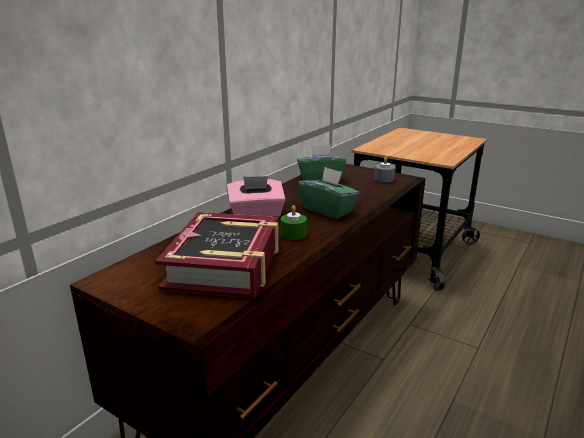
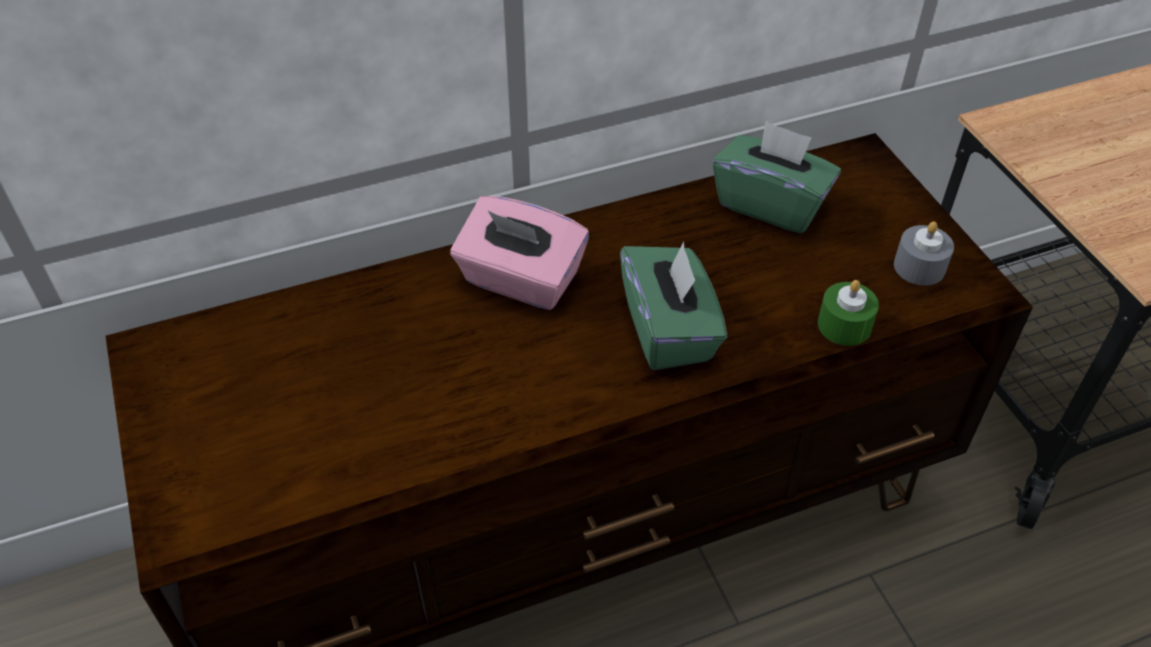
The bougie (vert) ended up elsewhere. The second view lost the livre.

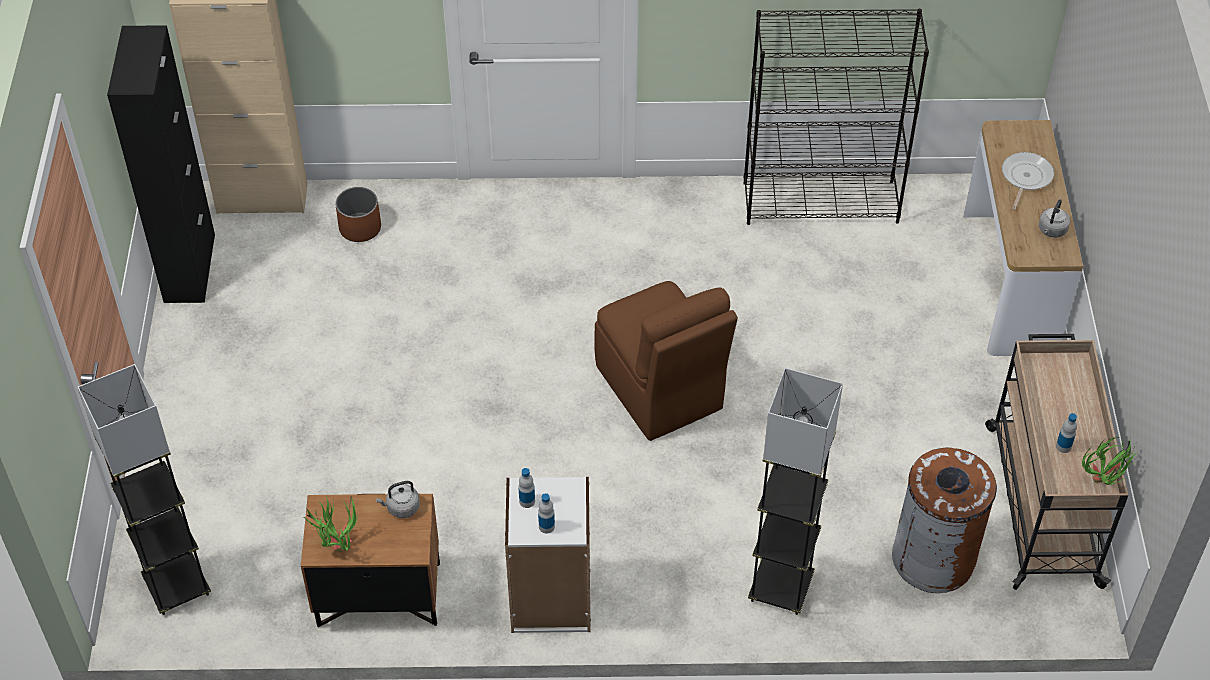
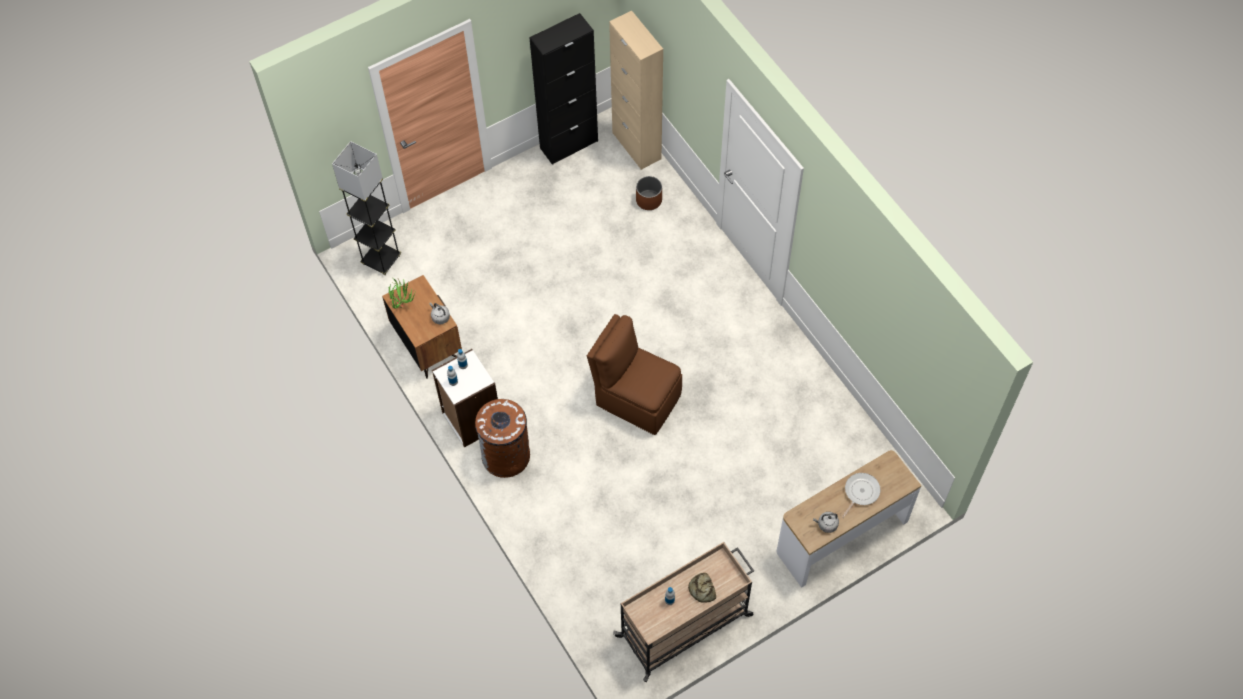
The second view lost the bibliothèque (noir). The poêle ended up facing another way, 45 degrees counterclockwise from before. The chaise (marron) ended up facing another way, 90 degrees clockwise from before. The second view lost the lampadaire (gris) (2nd from left). The second view lost the plante en pot (2nd from left). The poubelle (marron) ended up elsewhere. The second view gained the pain.

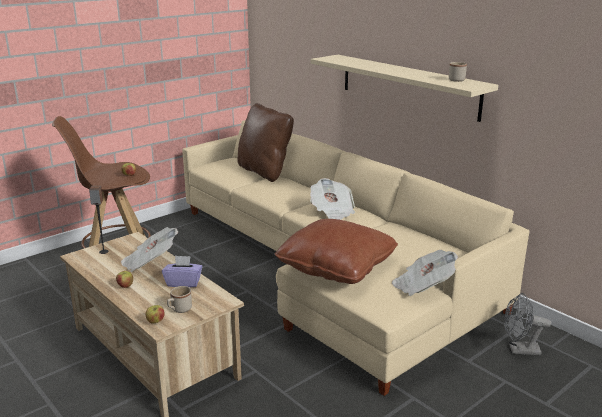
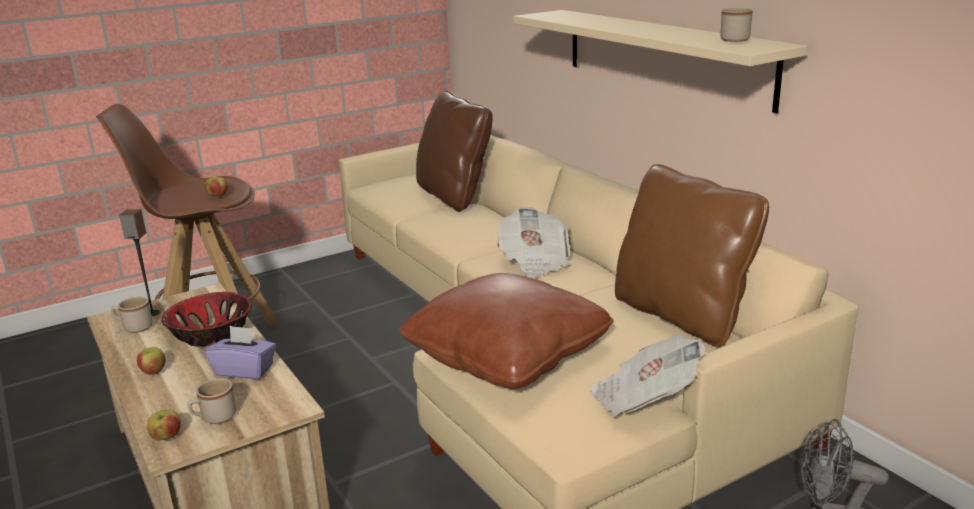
Where the journal (1st from left) stood, the bol came to stand. The second view gained the coussin (marron) (3rd from left). The second view gained the mug (beige) (1st from left).

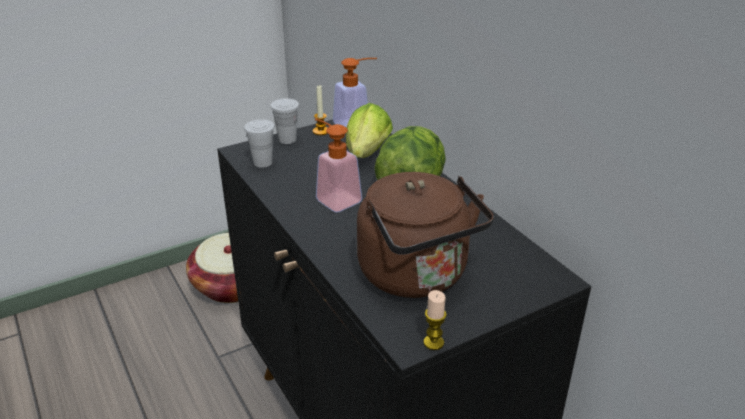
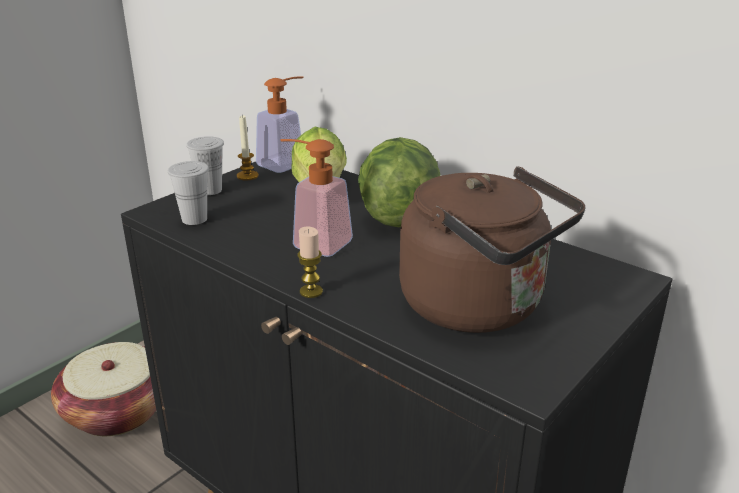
The bougie (2nd from left) ended up elsewhere.

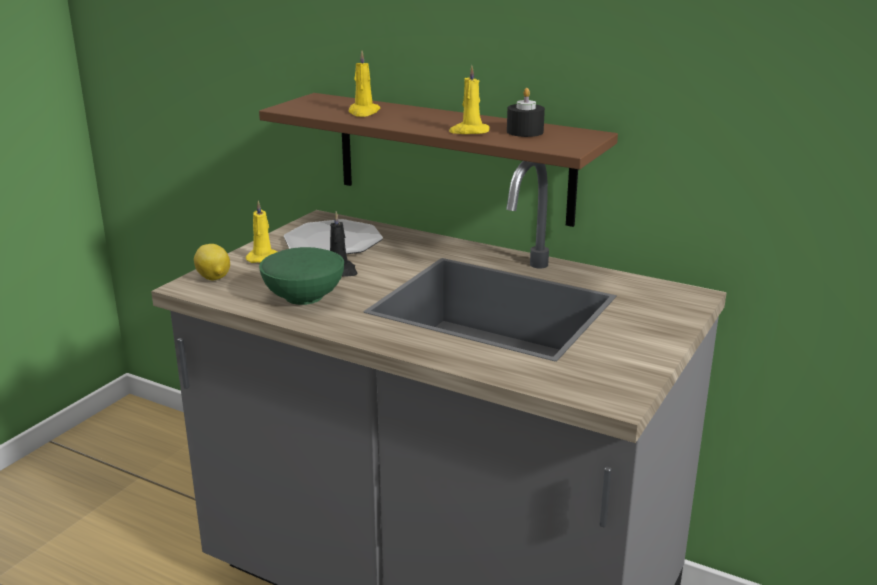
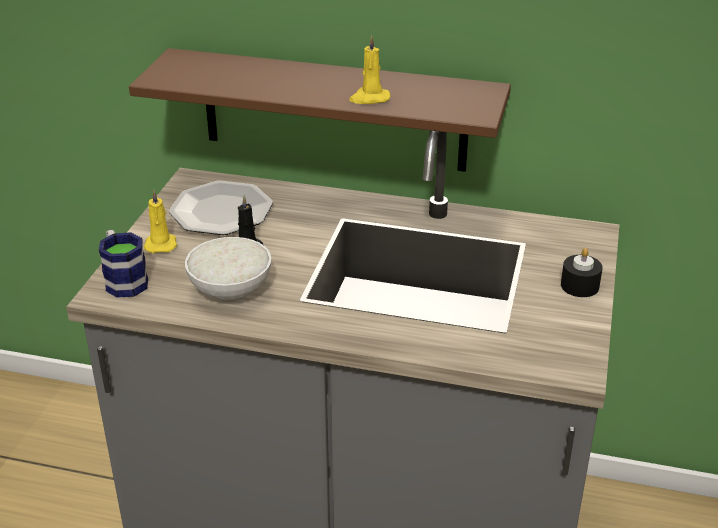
The second view lost the bougie (jaune) (2nd from left). The bougie (noir) (2nd from left) ended up elsewhere. Where the citron stood, the mug came to stand. What was the bol (vert) turned into the bol (blanc).

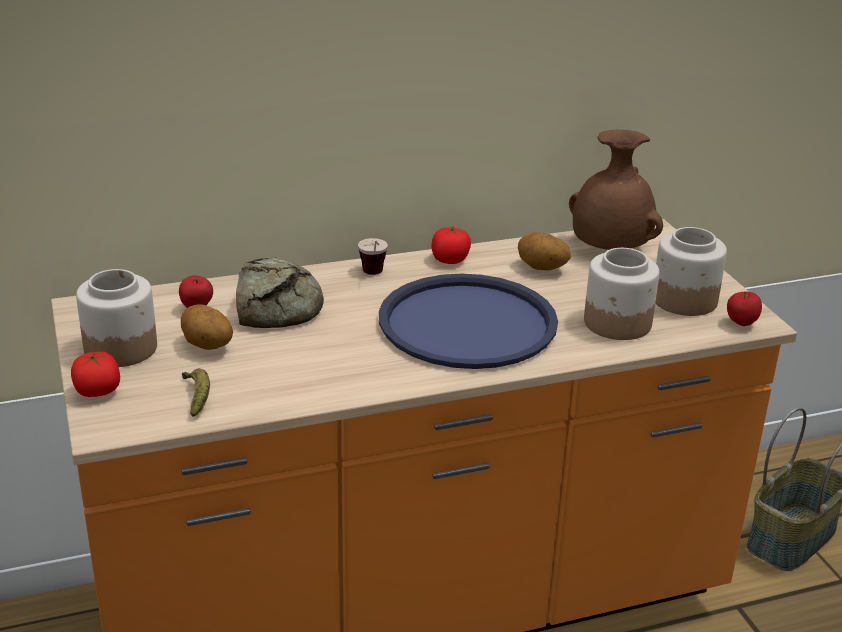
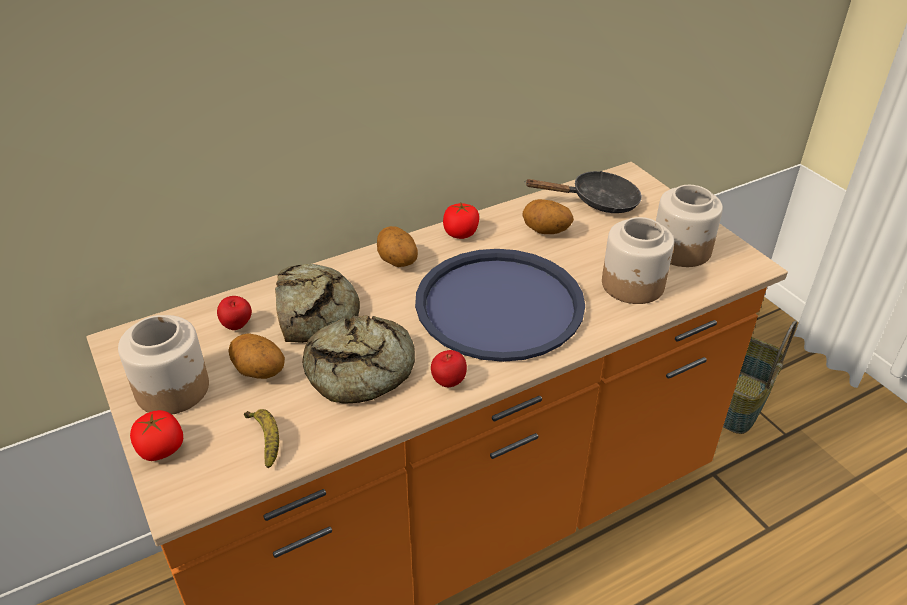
Where the vase (marron) stood, the poêle (noir) came to stand. Where the tasse stood, the pomme de terre (2nd from left) came to stand. The pomme (2nd from left) ended up elsewhere. The second view gained the pain (2nd from left).

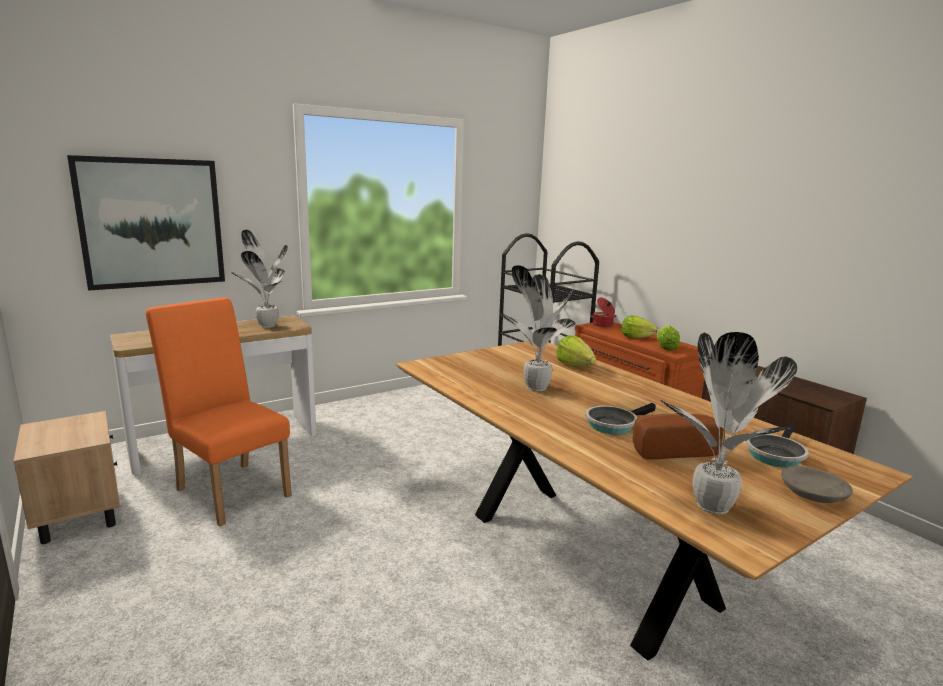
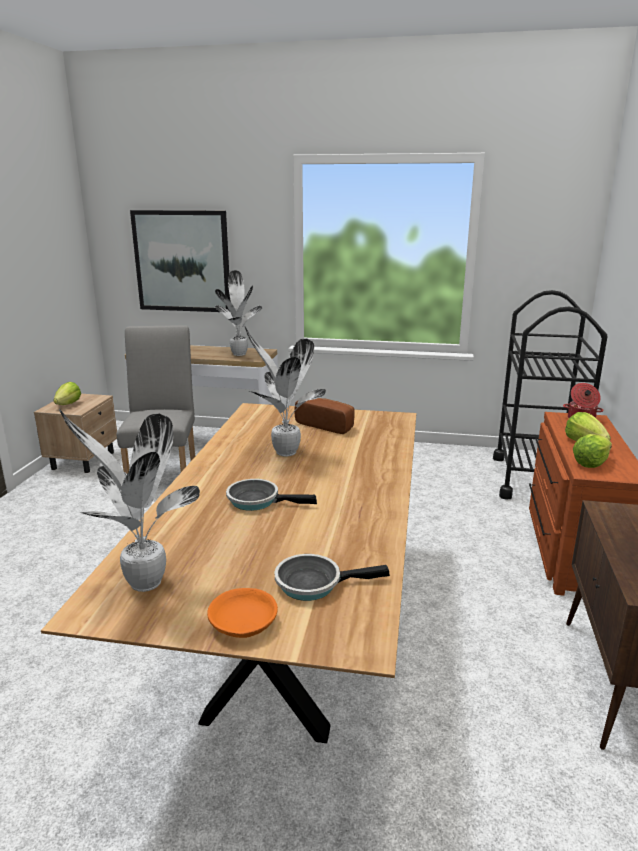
What was the chaise (orange) turned into the chaise (gris). The laitue (1st from left) ended up elsewhere. The pain ended up elsewhere. What was the bol (gris) turned into the bol (orange).

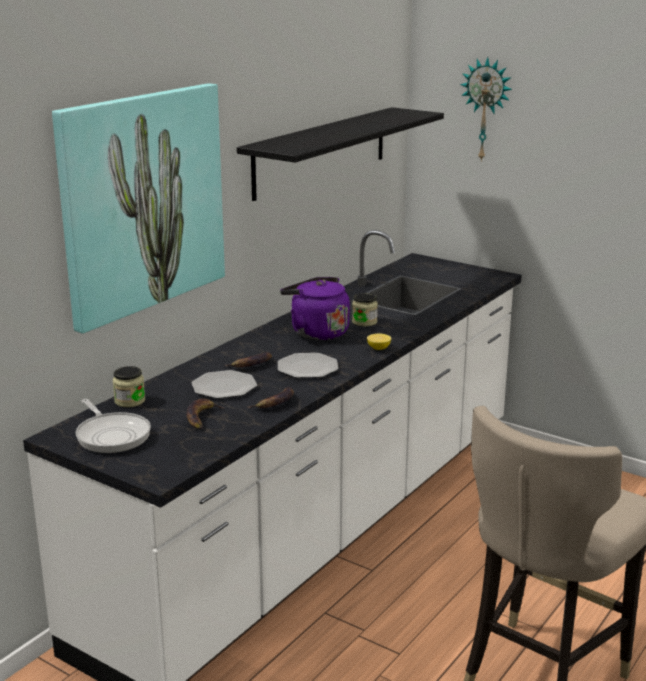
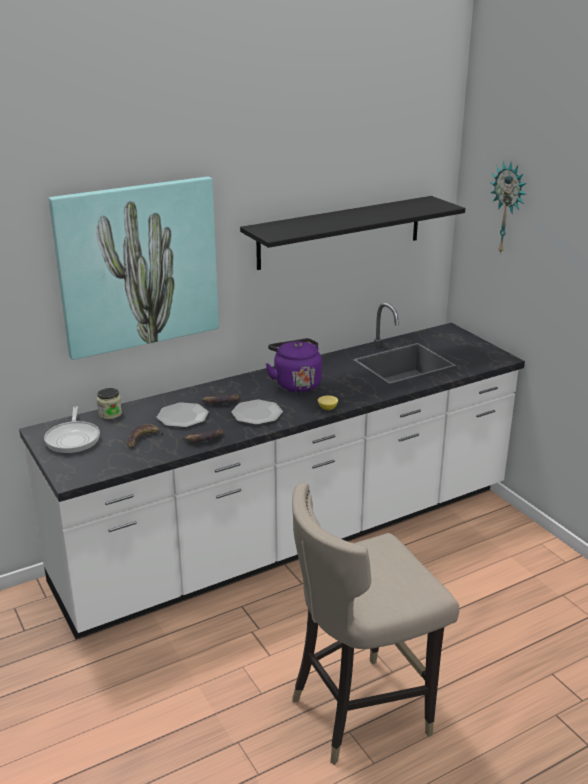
The second view lost the bocal (2nd from left).

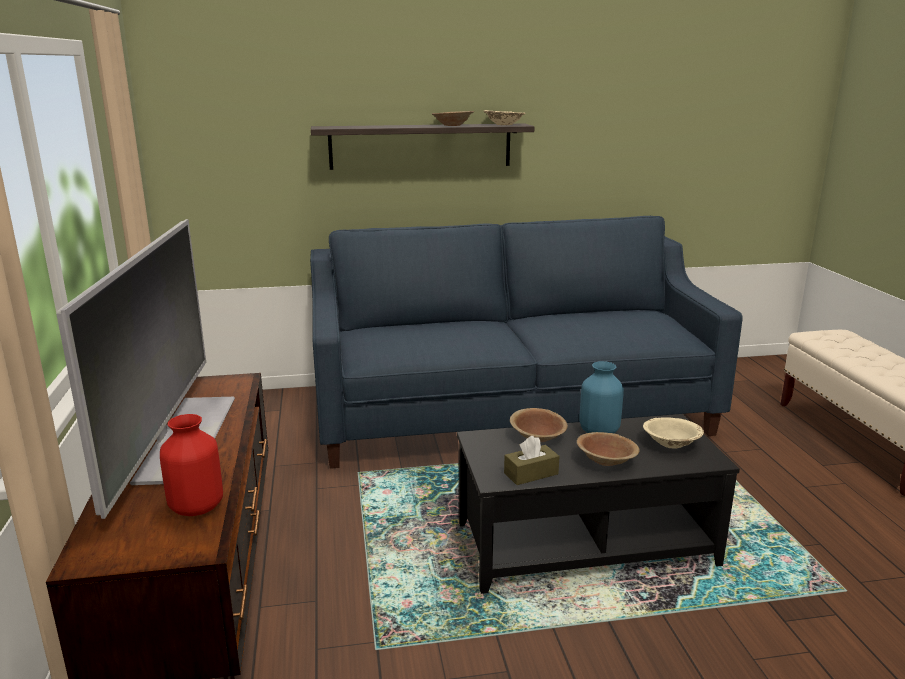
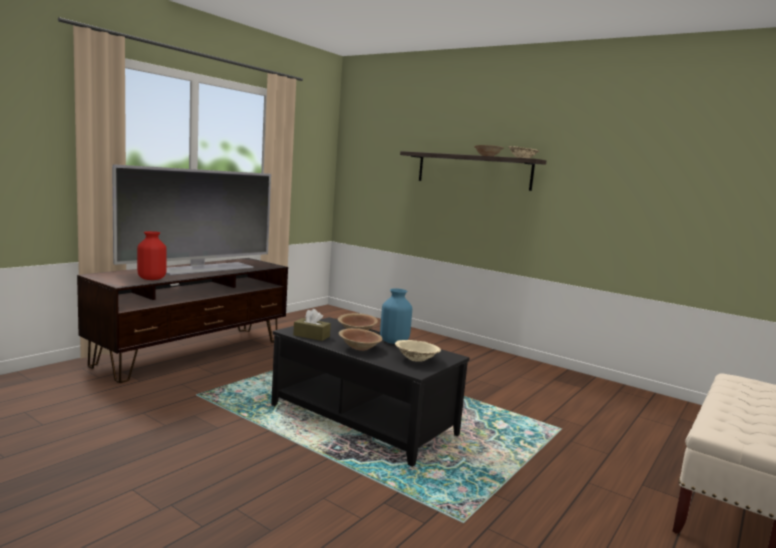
The second view lost the canapé (bleu).

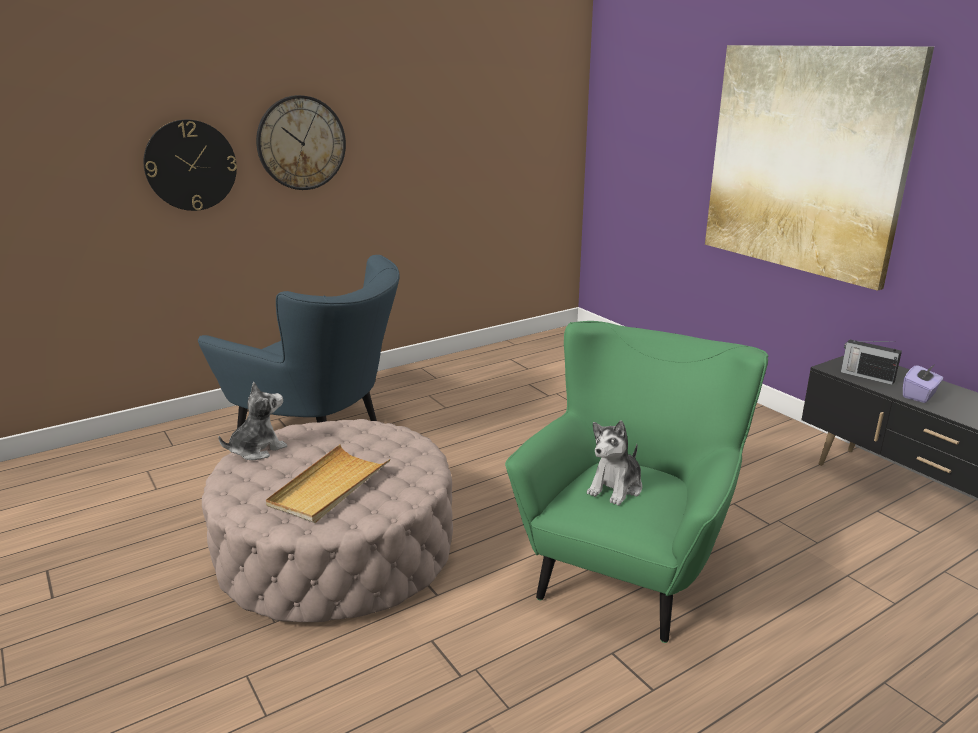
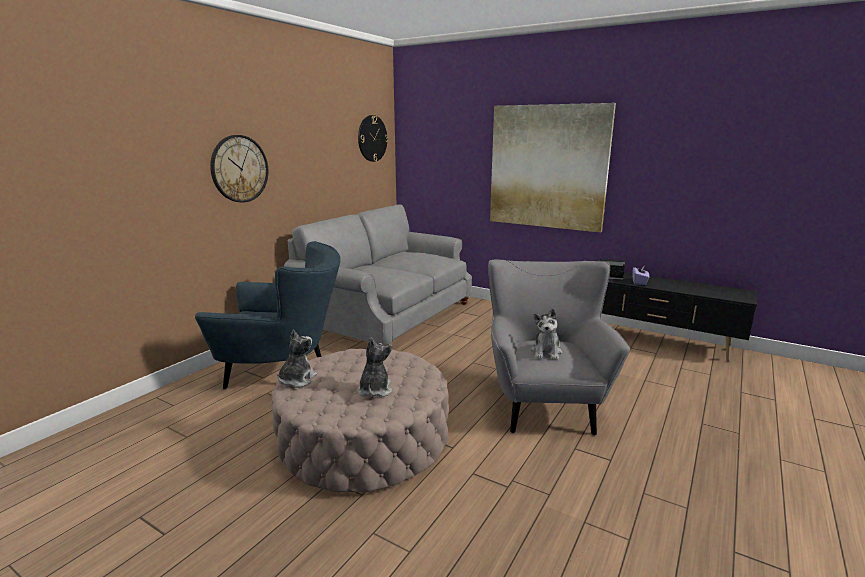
The horloge murale (1st from left in the first image) ended up elsewhere. What was the fauteuil (vert) turned into the fauteuil (gris). Where the plateau (beige) stood, the peluche (2nd from left) came to stand. The second view gained the canapé (gris).

